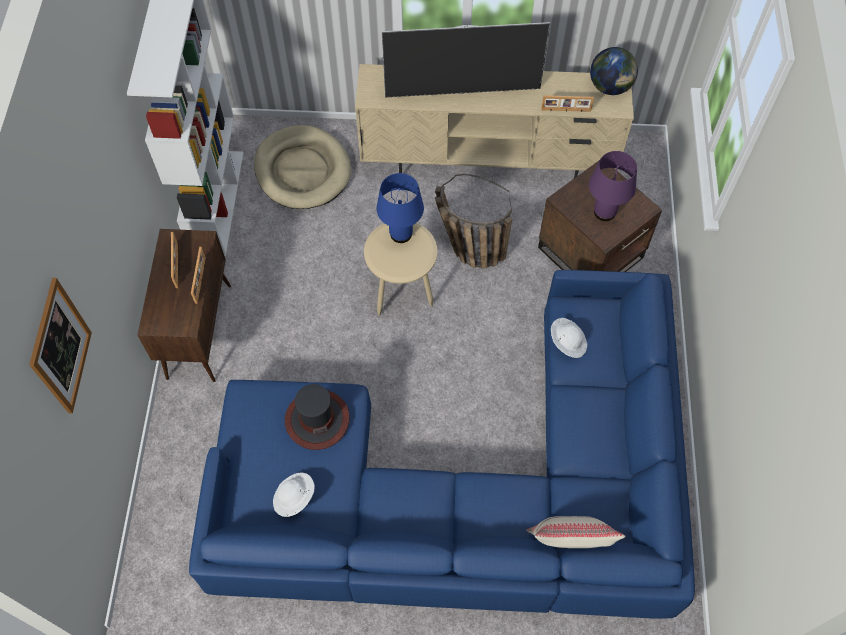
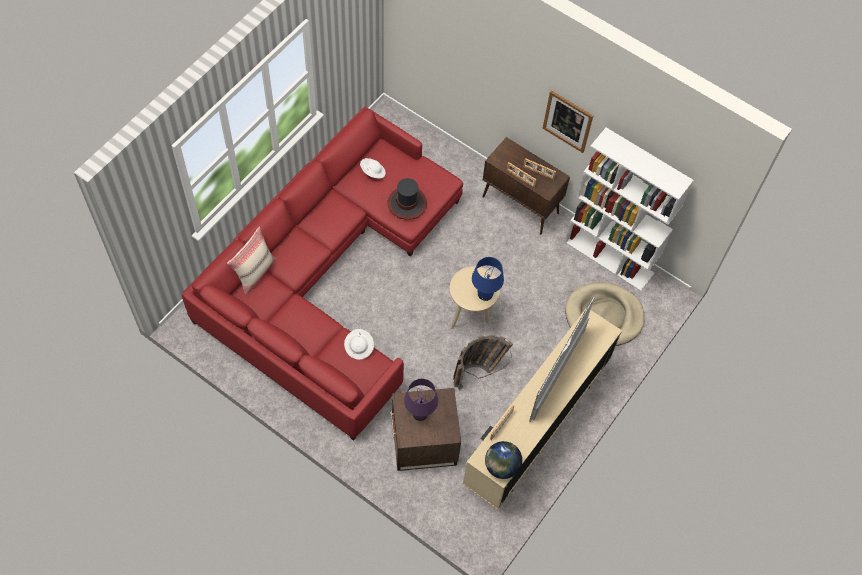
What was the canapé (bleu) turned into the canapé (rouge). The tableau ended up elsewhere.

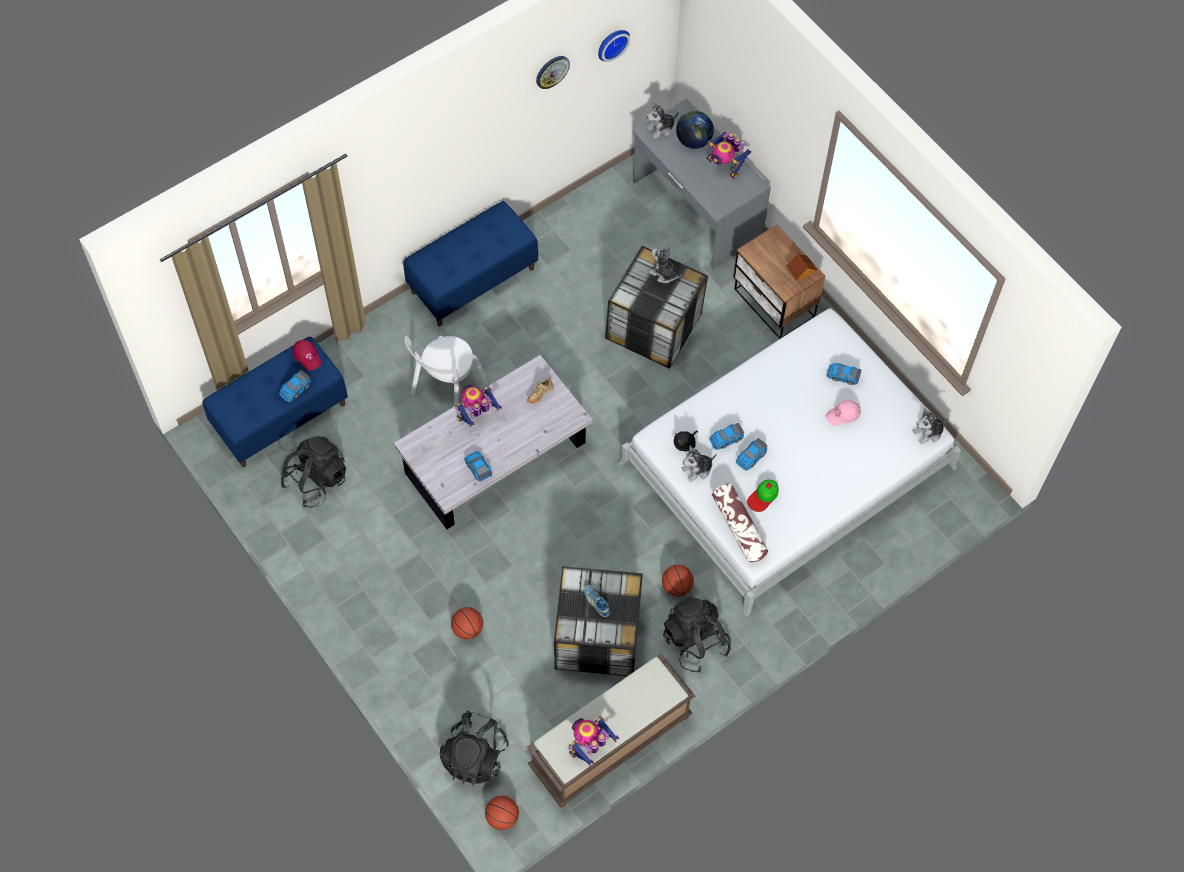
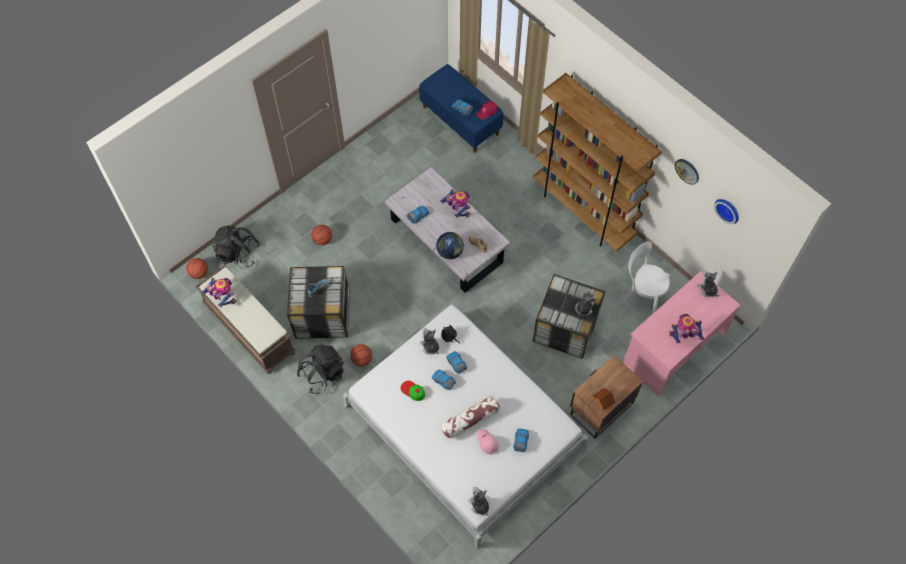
What was the bureau (gris) turned into the bureau (rose). The globe ended up elsewhere. The robot jouet (3rd from left) ended up facing another way, 45 degrees clockwise from before. Where the banc (bleu) (2nd from left) stood, the bibliothèque (marron) came to stand. The chaise (blanc) ended up elsewhere. The second view lost the sac à dos (noir) (1st from left). The coussin ended up elsewhere.

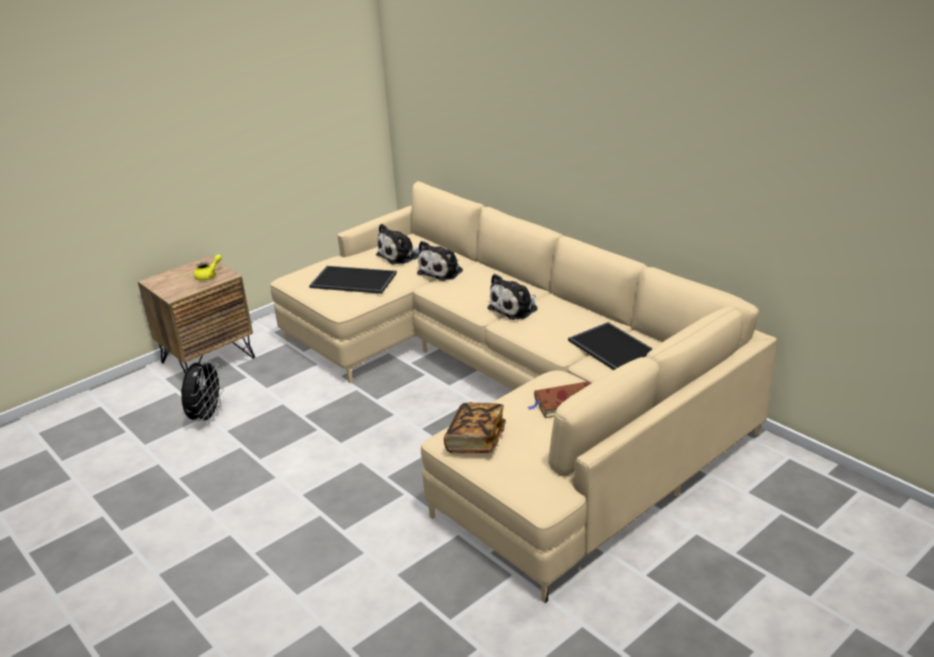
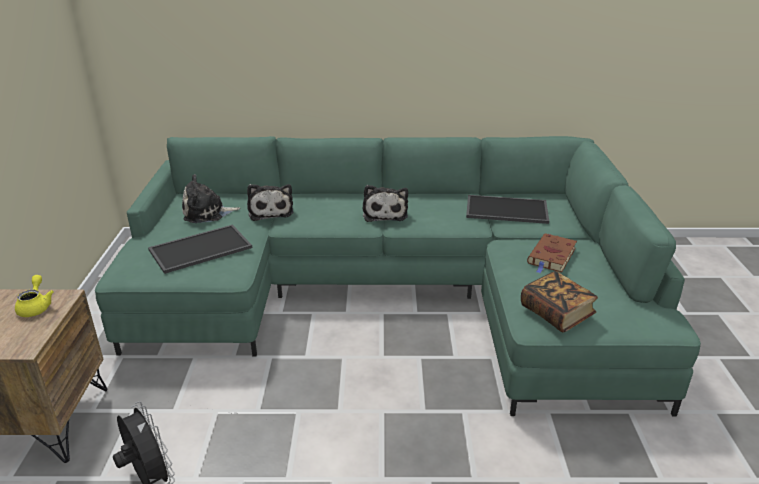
What was the canapé (beige) turned into the canapé (vert). The peluche (1st from left) ended up facing another way, 75 degrees clockwise from before.

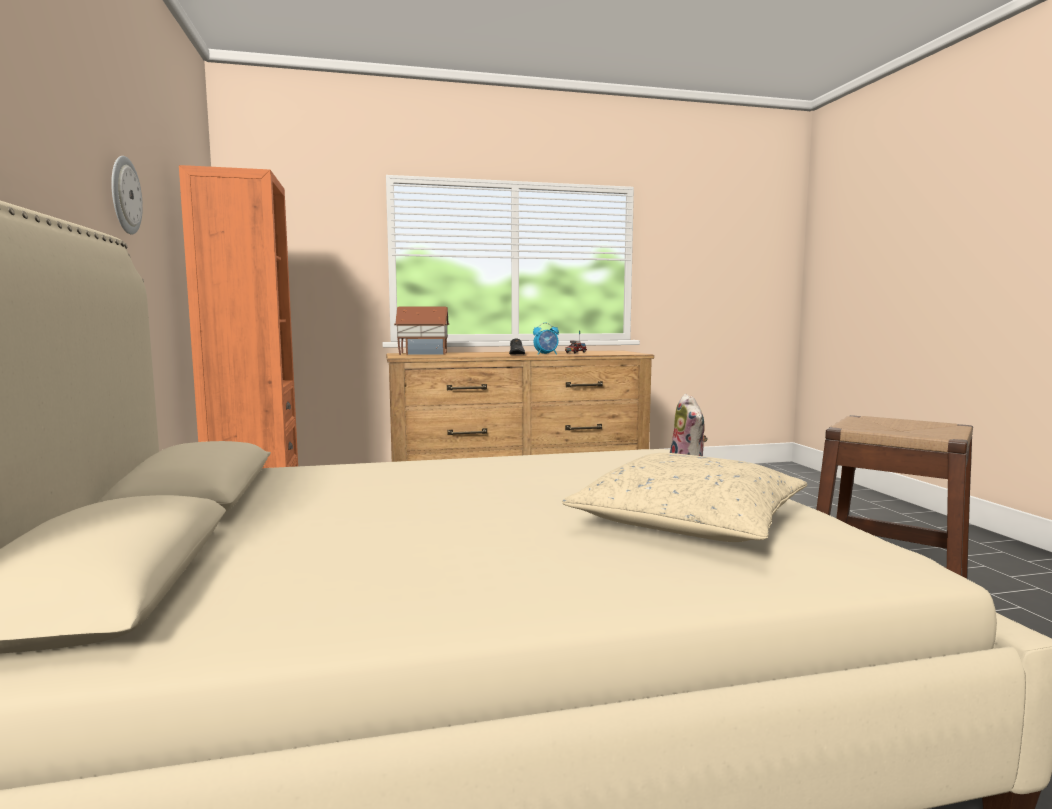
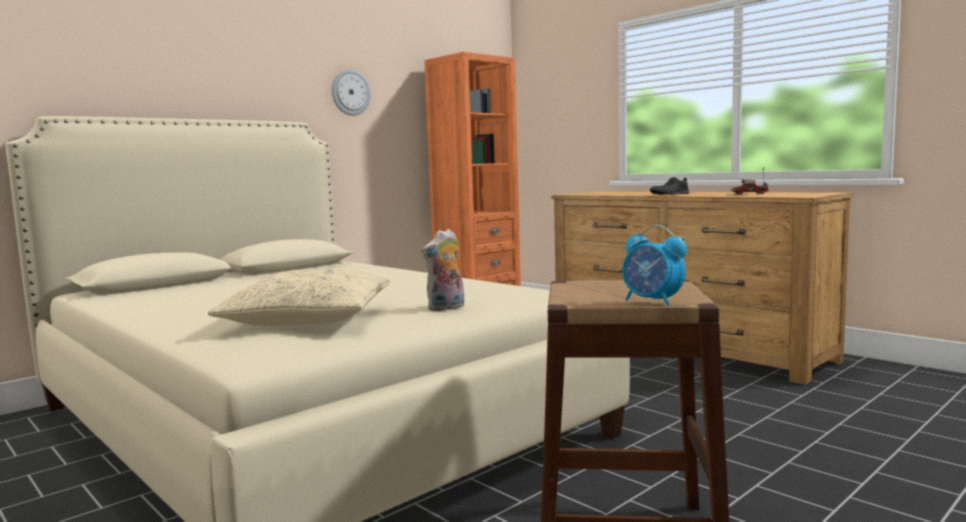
The second view lost the maison miniature. The réveil ended up elsewhere.

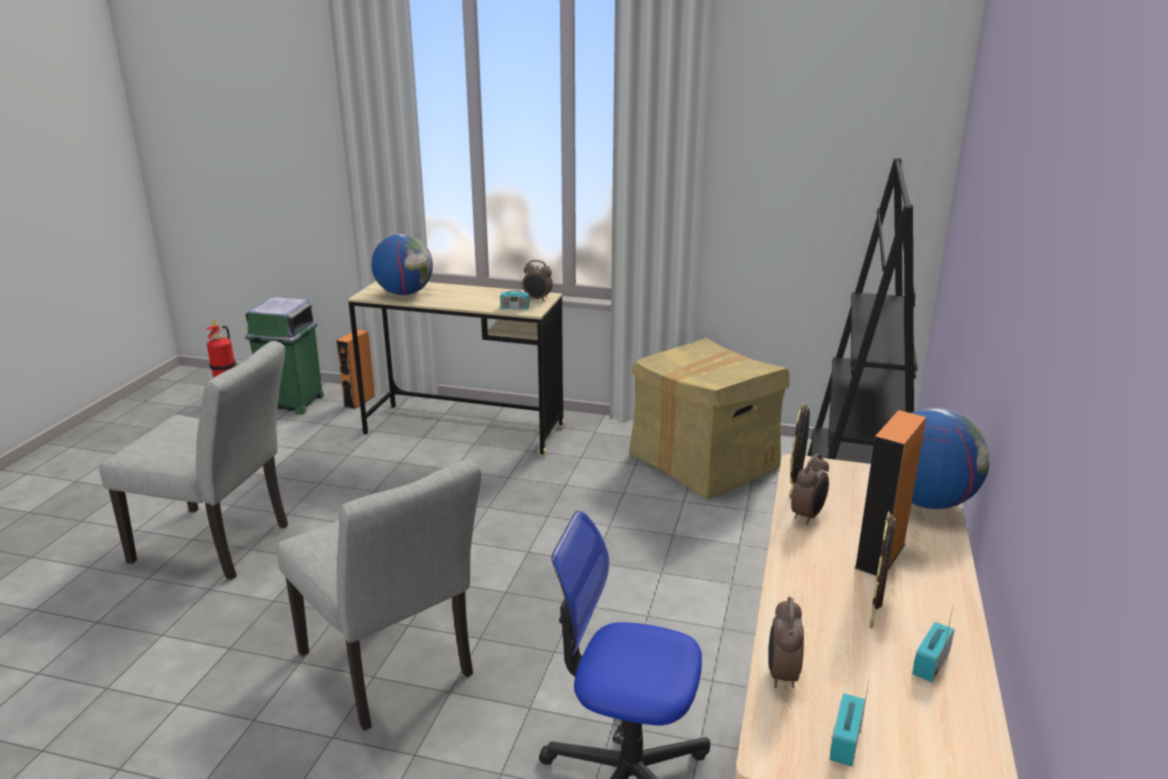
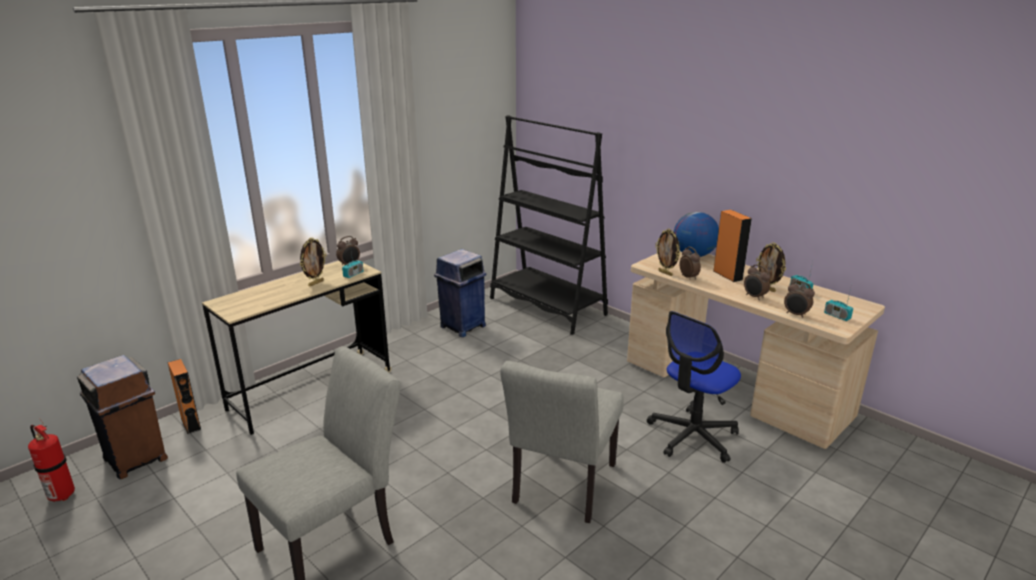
The second view lost the globe (1st from left). What was the poubelle (vert) turned into the poubelle (marron). Where the carton stood, the poubelle (bleu) came to stand. The chaise (gris) (2nd from left) ended up facing another way, 120 degrees clockwise from before. The second view gained the cadre photo (1st from left). The second view gained the réveil (3rd from left).

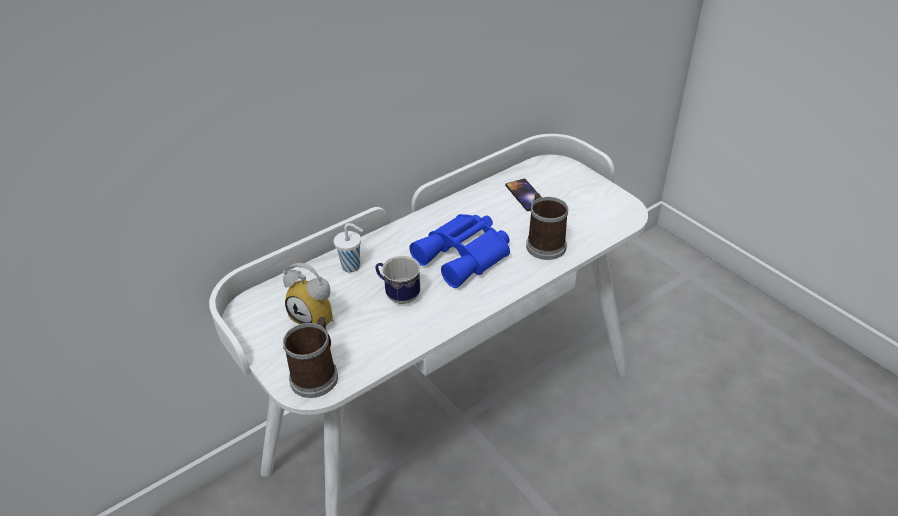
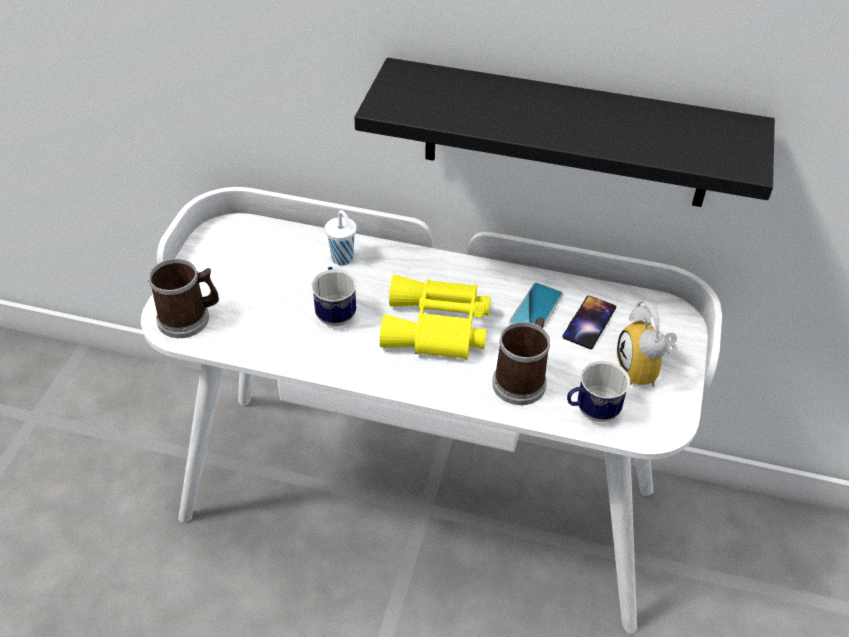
What was the jumelles (bleu) turned into the jumelles (jaune). The réveil ended up elsewhere. The second view gained the étagère (noir). The second view gained the téléphone (1st from left). The second view gained the mug (4th from left).

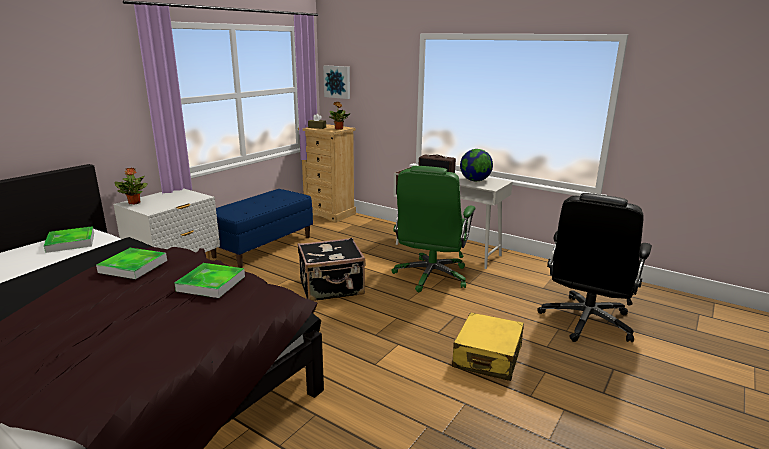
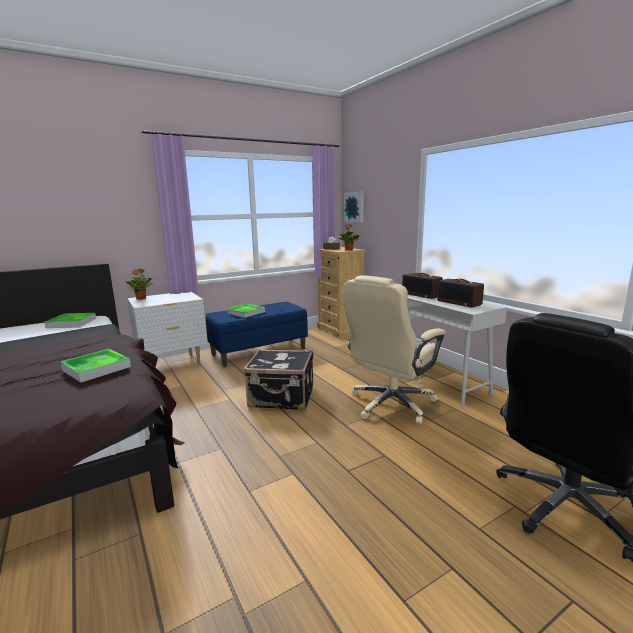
Where the globe stood, the radio (2nd from left) came to stand. What was the chaise de bureau (vert) turned into the chaise de bureau (beige). The plateau (2nd from left in the first image) ended up elsewhere. The second view lost the valise (jaune).

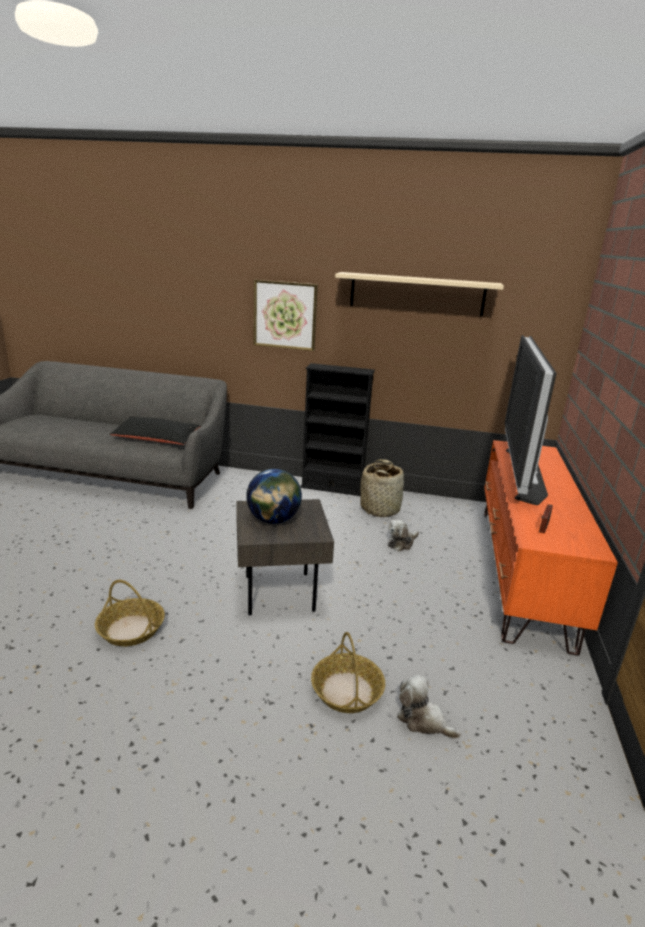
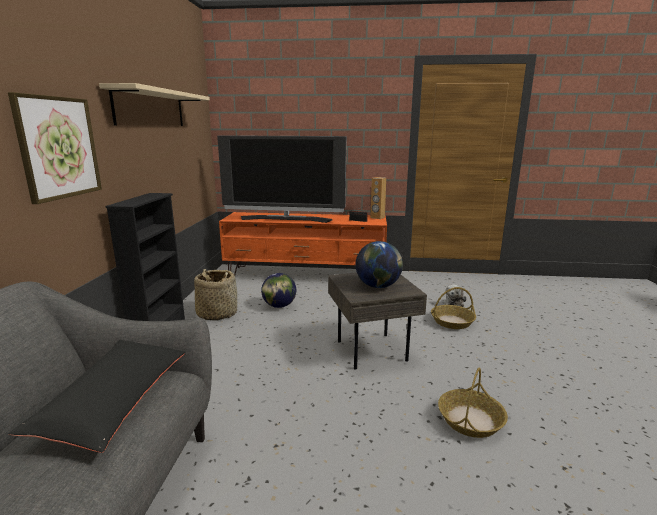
Where the peluche (1st from left) stood, the globe (1st from left) came to stand. The second view gained the enceinte (marron).

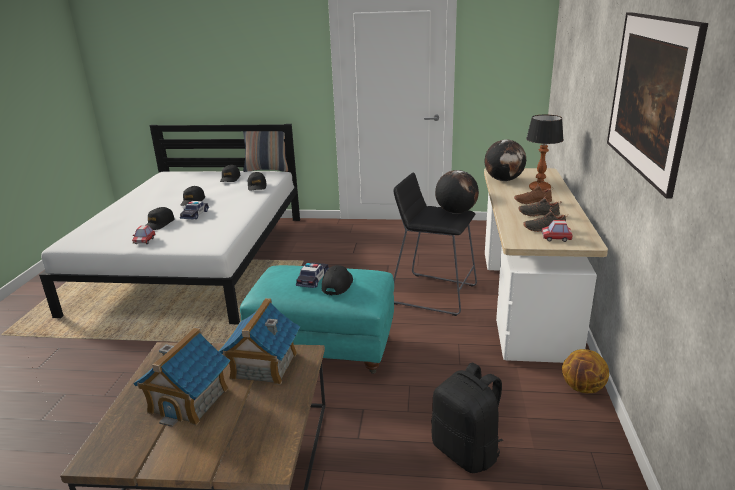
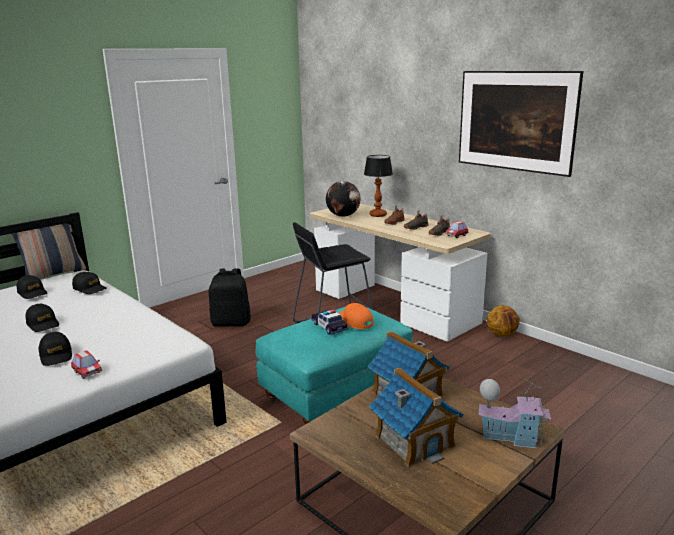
The second view lost the globe (1st from left). The second view lost the petite voiture (2nd from left). What was the casquette (noir) (5th from left) turned into the casquette (orange). The sac à dos (noir) ended up elsewhere. The second view gained the maison miniature (3rd from left).

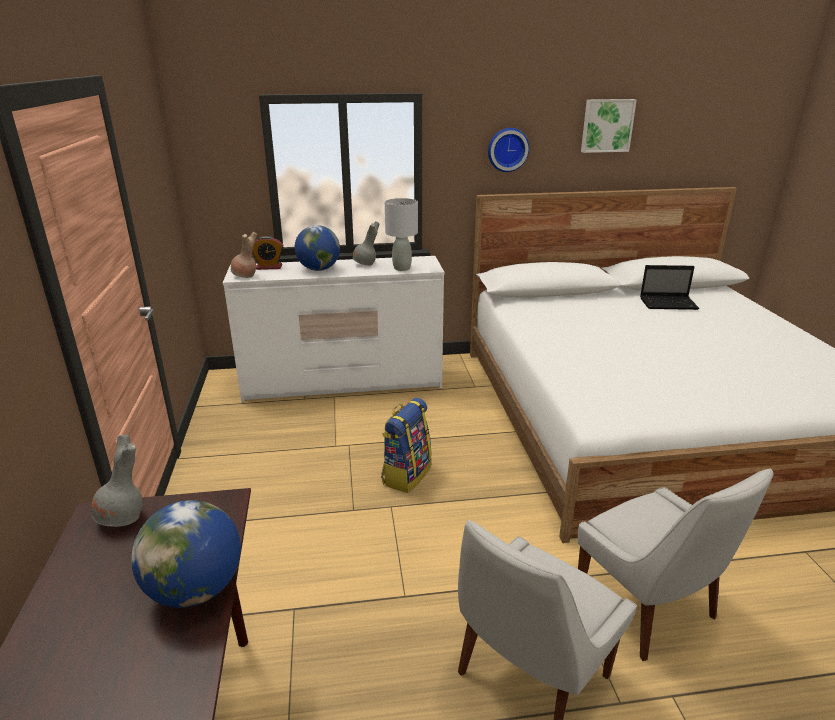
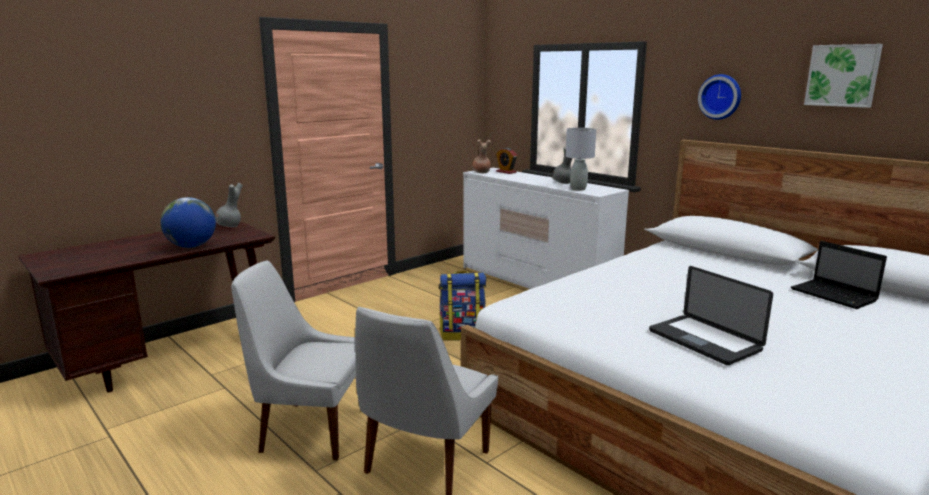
The second view lost the globe (2nd from left). The second view gained the ordinateur portable (1st from left).

